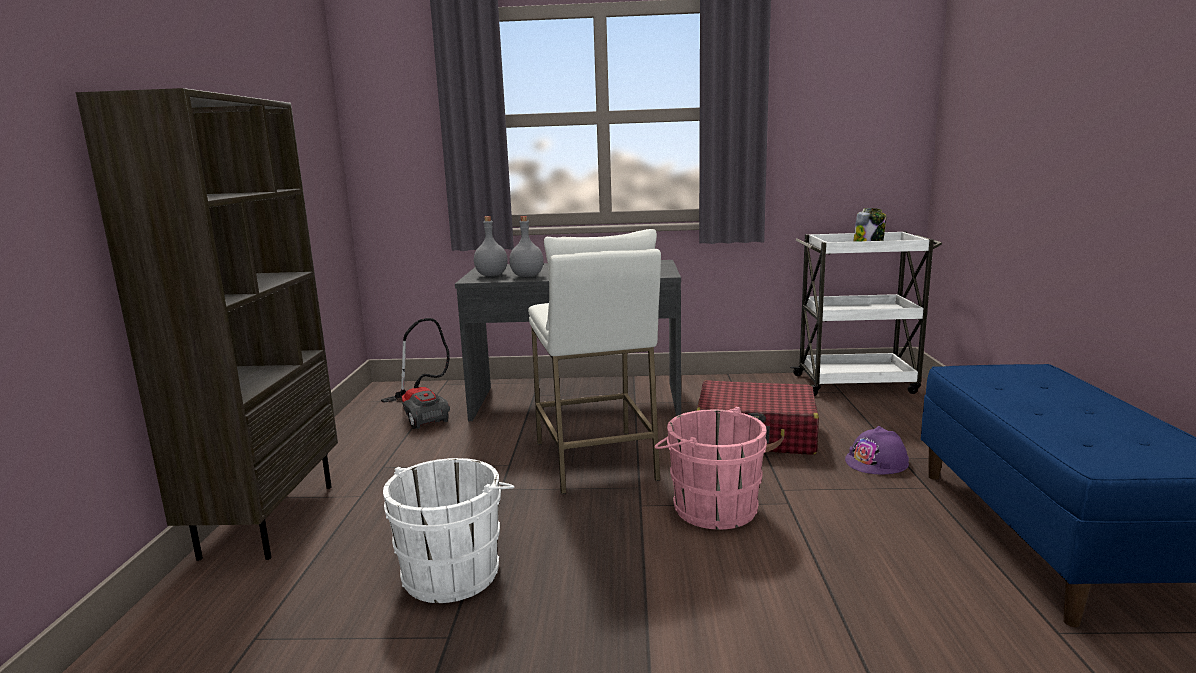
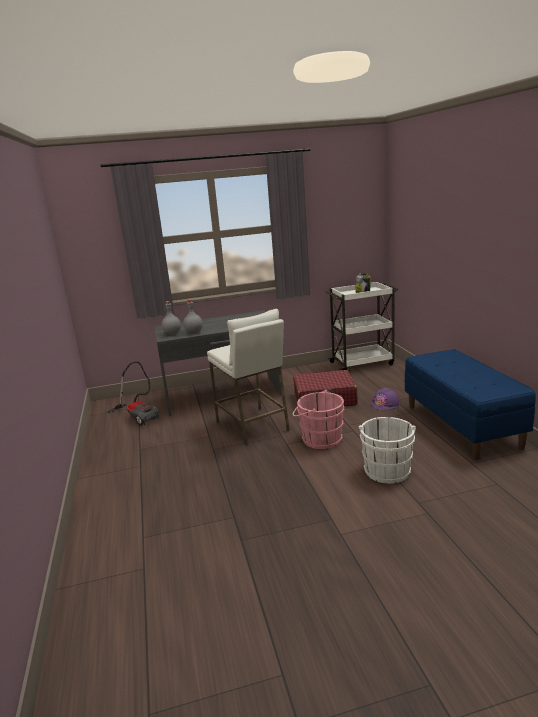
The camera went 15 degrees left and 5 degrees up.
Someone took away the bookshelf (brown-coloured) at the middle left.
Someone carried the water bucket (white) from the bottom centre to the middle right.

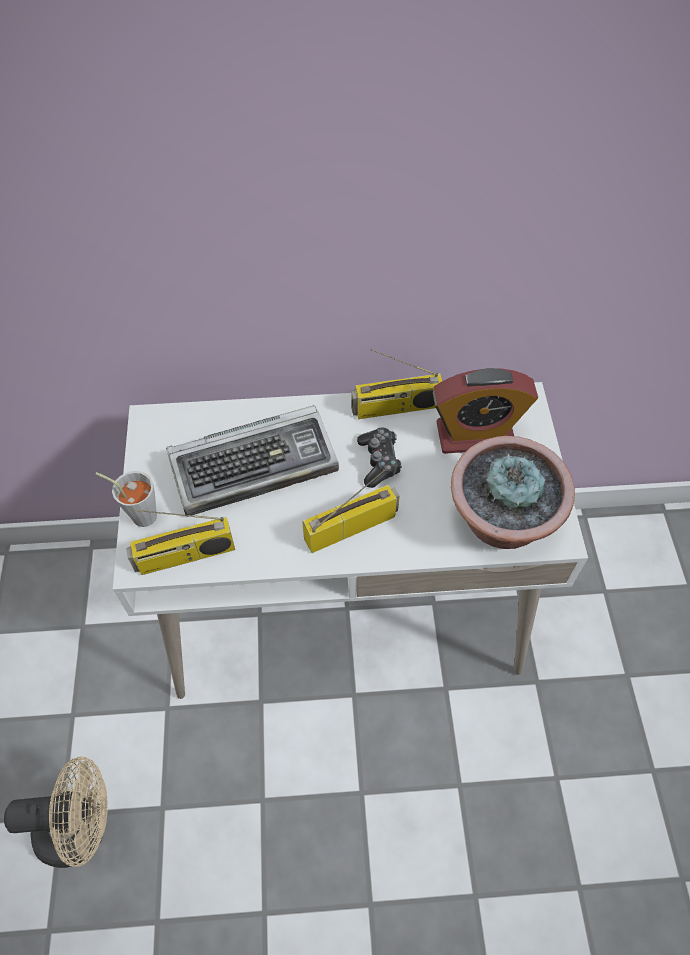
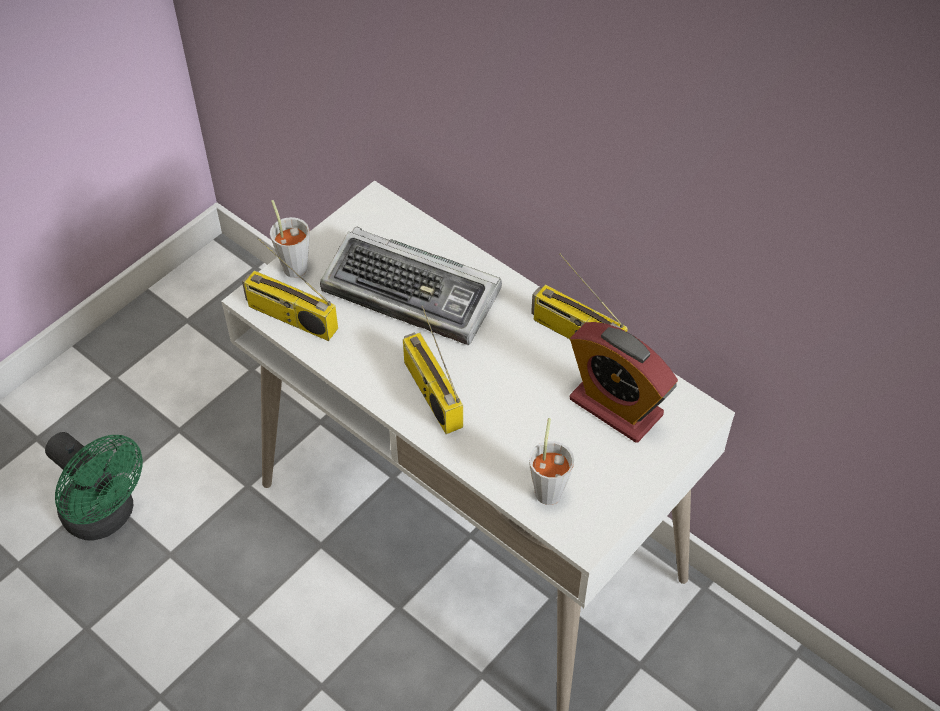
The camera went 45 degrees right and 5 degrees down.
Someone took away the gamepad at the centre.
Someone swapped the houseplant at the middle right for the cup (grey) (no. 2 from left) at the centre.
Someone rotated the radio (no. 2 from left) at the centre by 135 degrees counterclockwise.
Someone repainted the fan (beige-coloured) at the bottom left, which became the fan (green-coloured) at the bottom left.

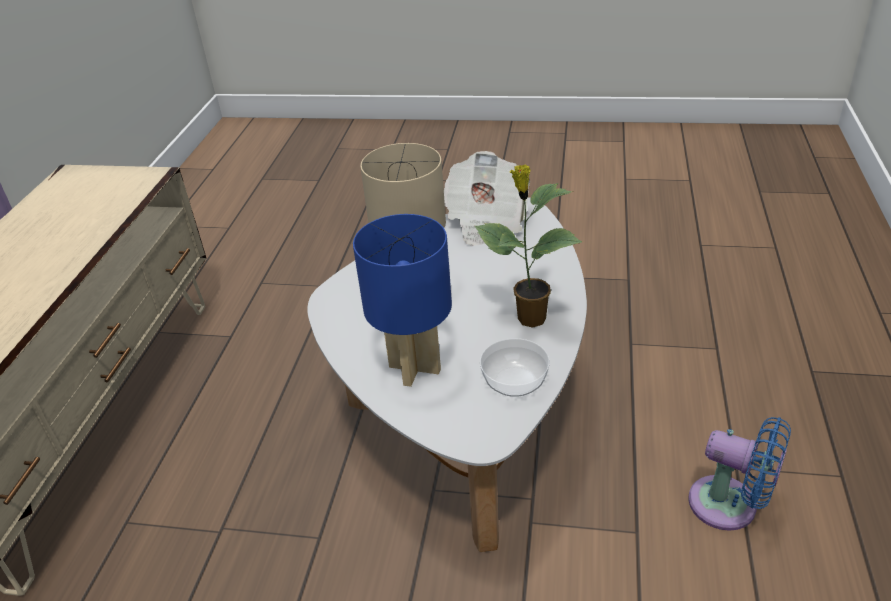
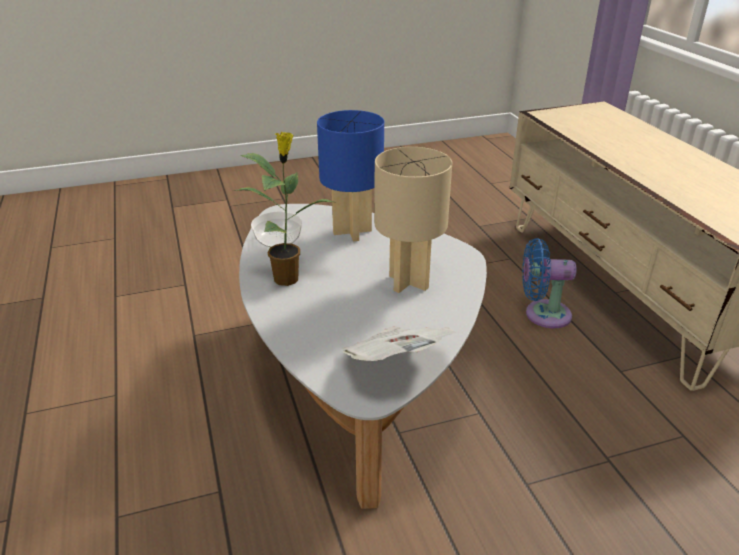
The camera went 150 degrees right and 5 degrees down.
Someone carried the fan (bluish) from the bottom right to the middle right.

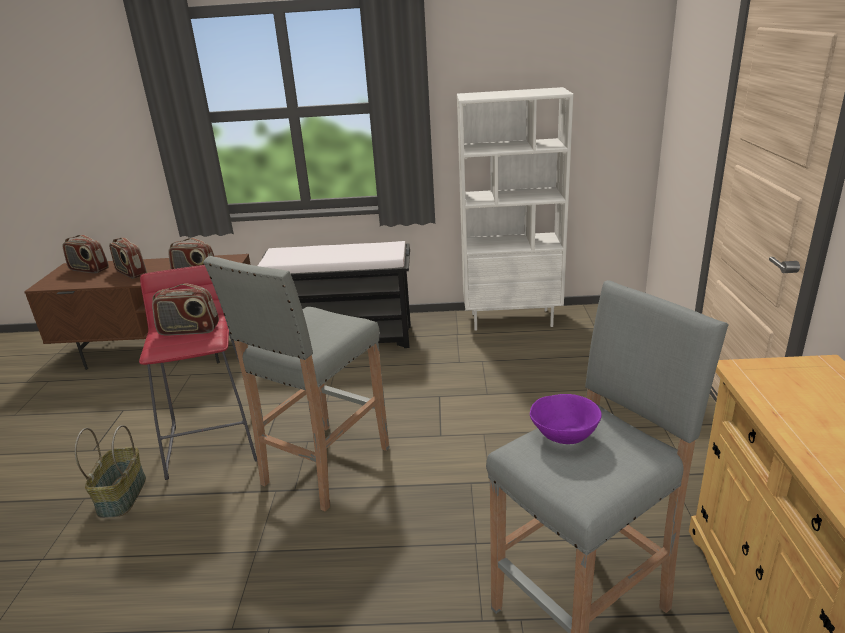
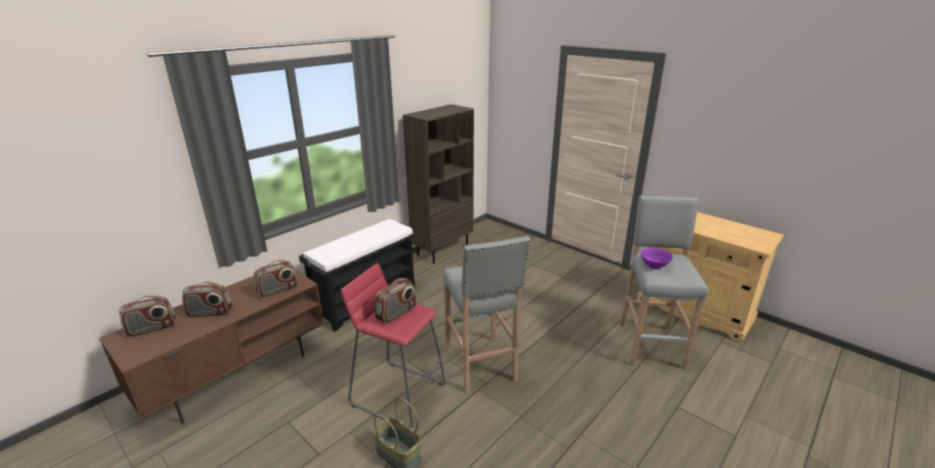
The camera went 50 degrees left and 0 degrees up.
Someone repainted the bookshelf (white) at the top centre, which became the bookshelf (brown-coloured) at the centre.

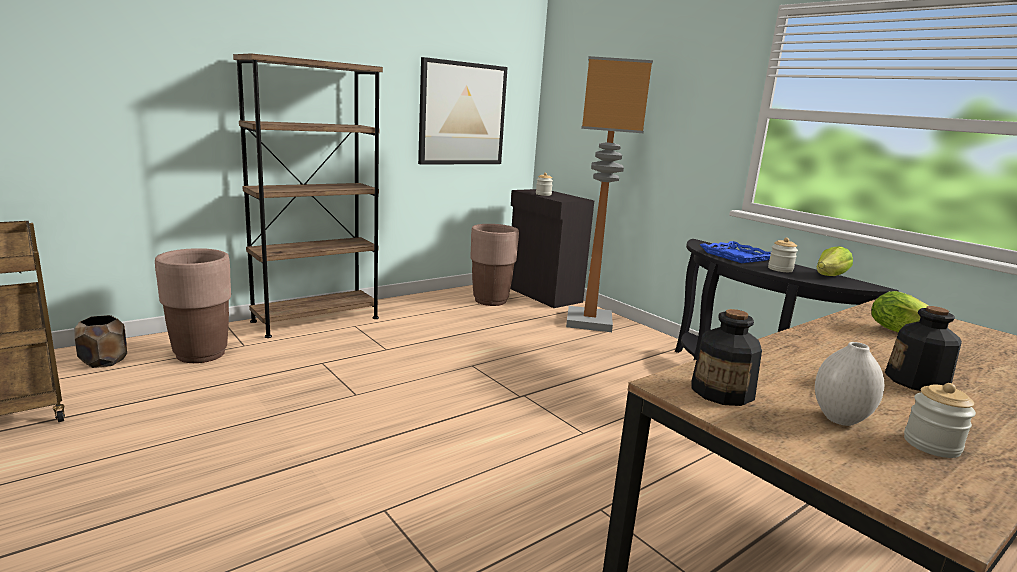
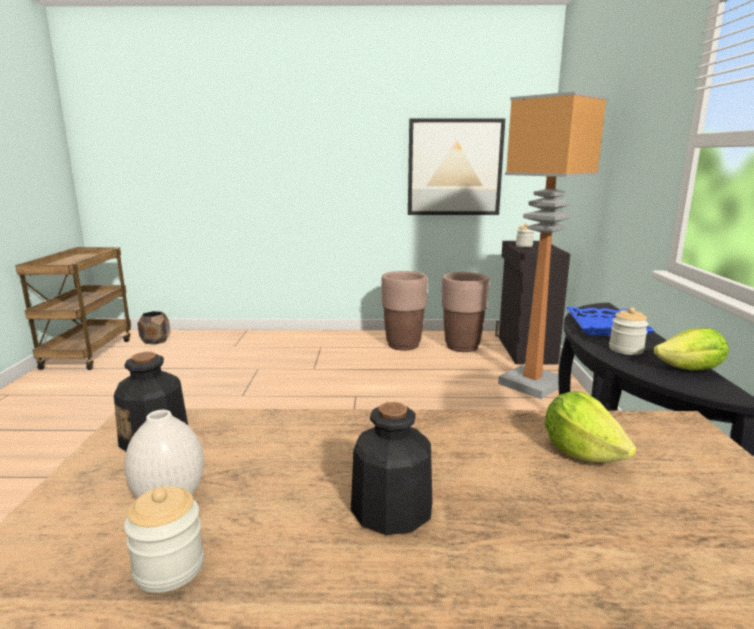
The camera went 40 degrees right and 0 degrees up.
Someone took away the bookshelf (brown-coloured) at the middle left.
Someone carried the planter (brown-coloured) (no. 2 from left) from the middle left to the centre.

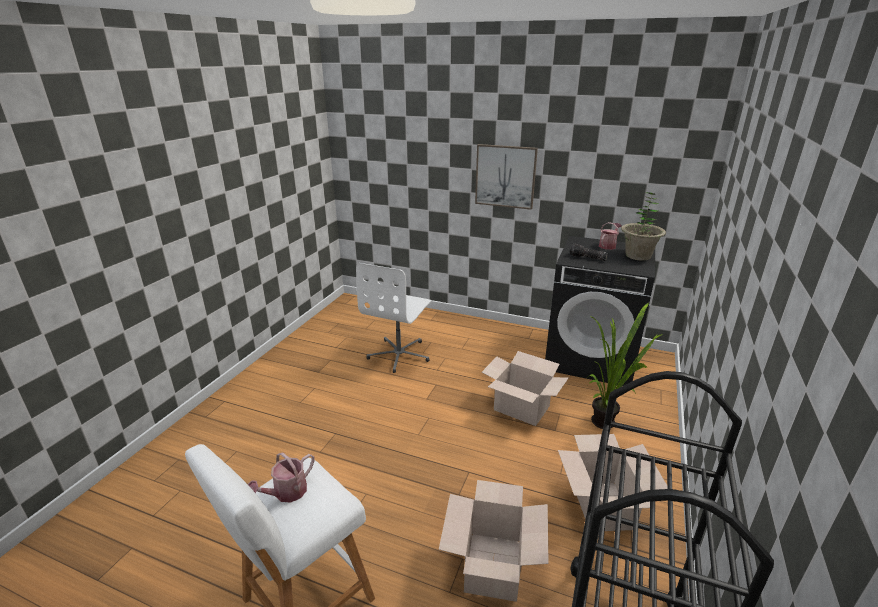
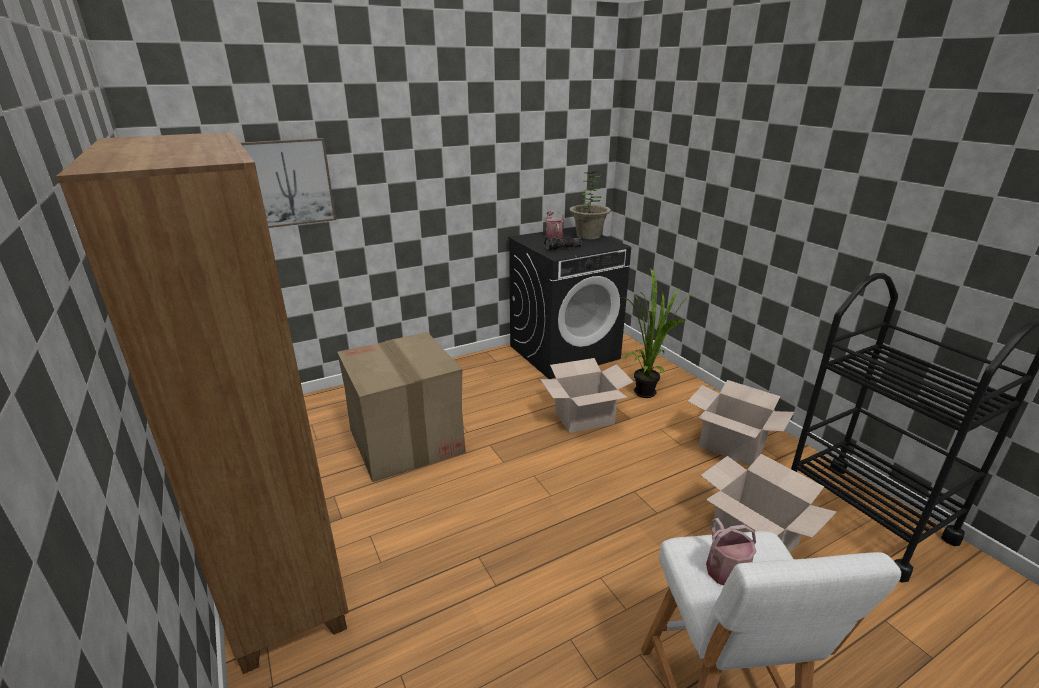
The camera went 50 degrees left and 0 degrees up.
Someone carried the wall picture from the top centre to the top left.
Someone swapped the desk chair (white) at the centre for the carton (no. 1 from left) at the centre.
Someone put down the bookshelf (brown-coloured) at the middle left.

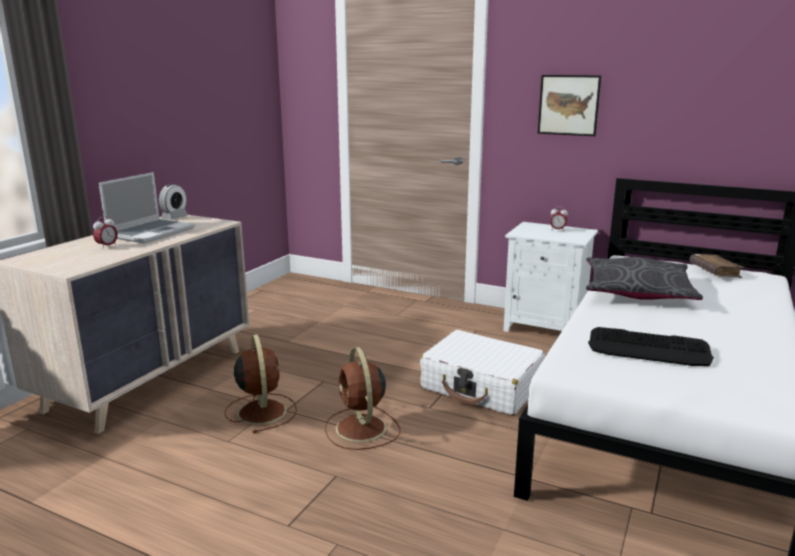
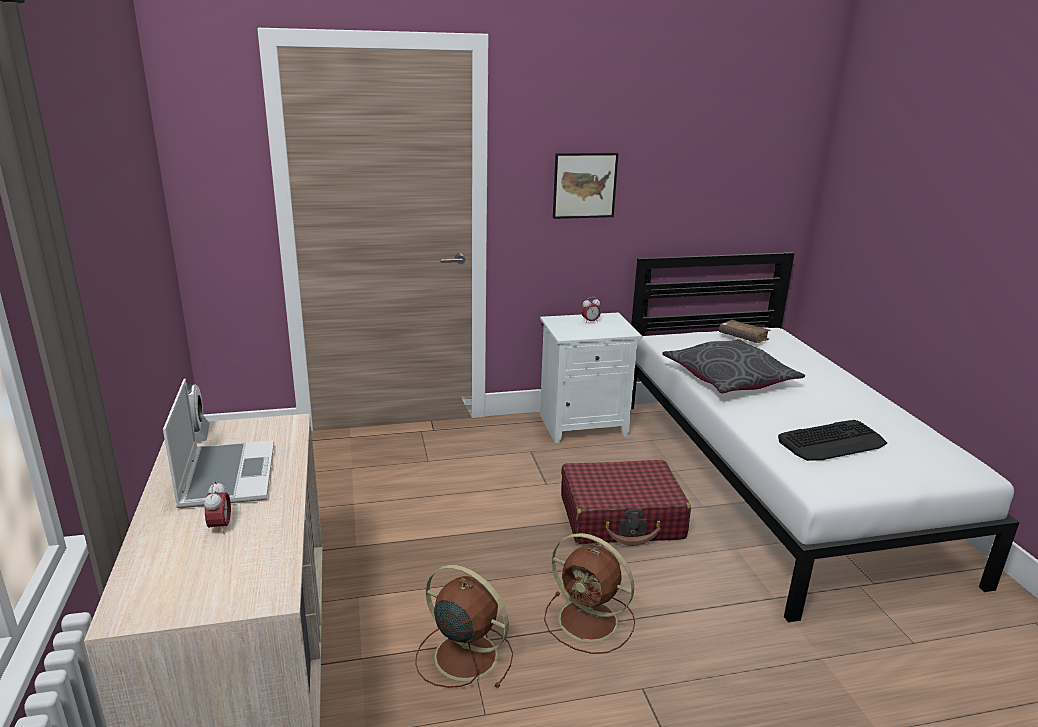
The camera went 40 degrees left and 5 degrees up.
Someone repainted the travel case (white) at the bottom centre, which became the travel case (reddish) at the bottom centre.

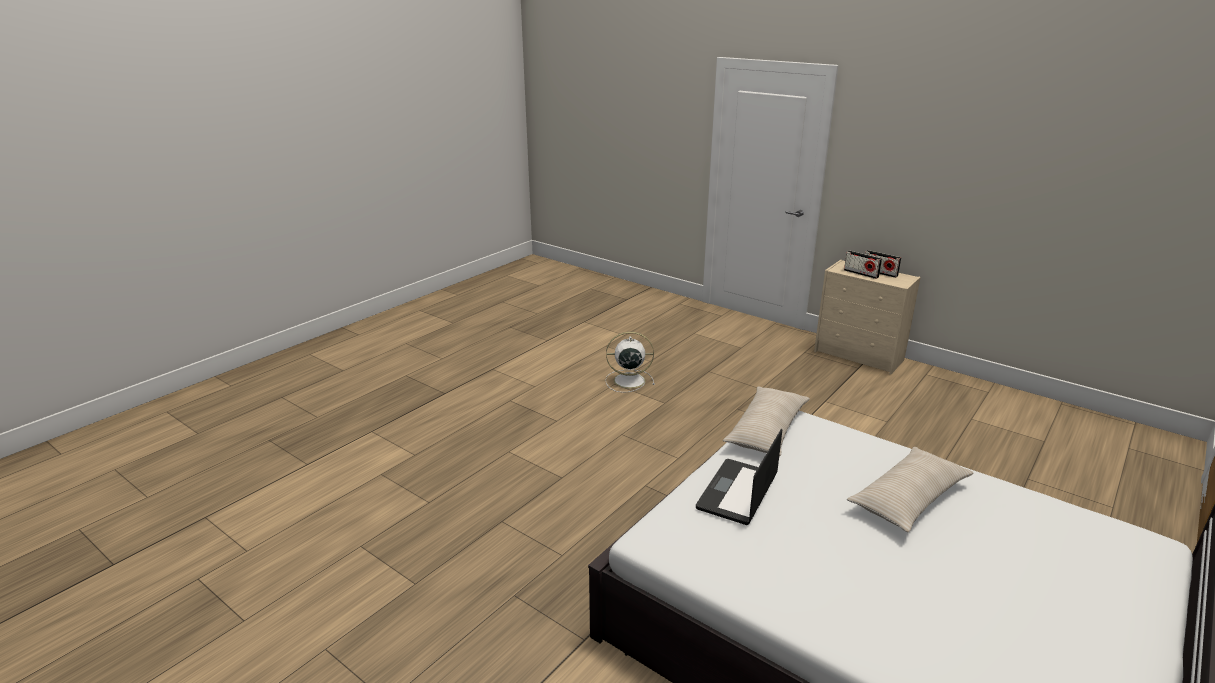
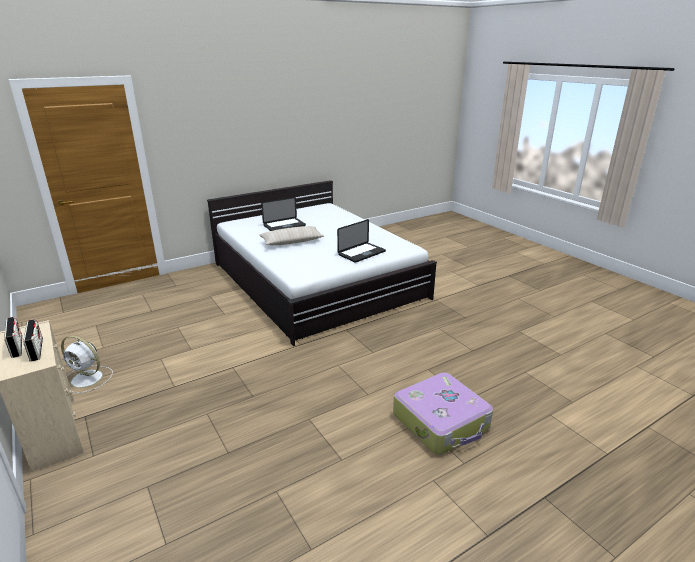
The camera went 160 degrees left and 0 degrees up.
Someone carried the fan (white) from the centre to the middle left.
Someone took away the throw pillow (beige-coloured) (no. 1 from left) at the centre.
Someone put down the notebook computer (no. 1 from left) at the centre.
Someone put down the travel case at the bottom centre.

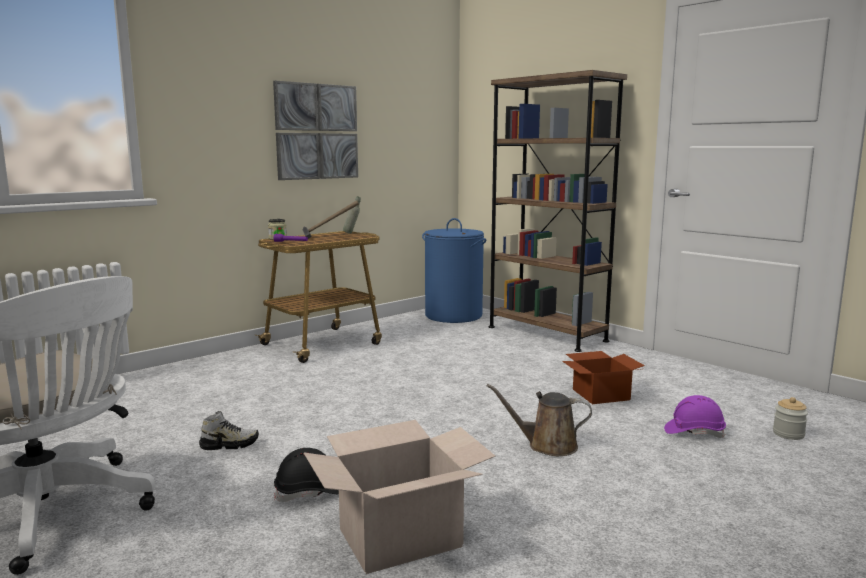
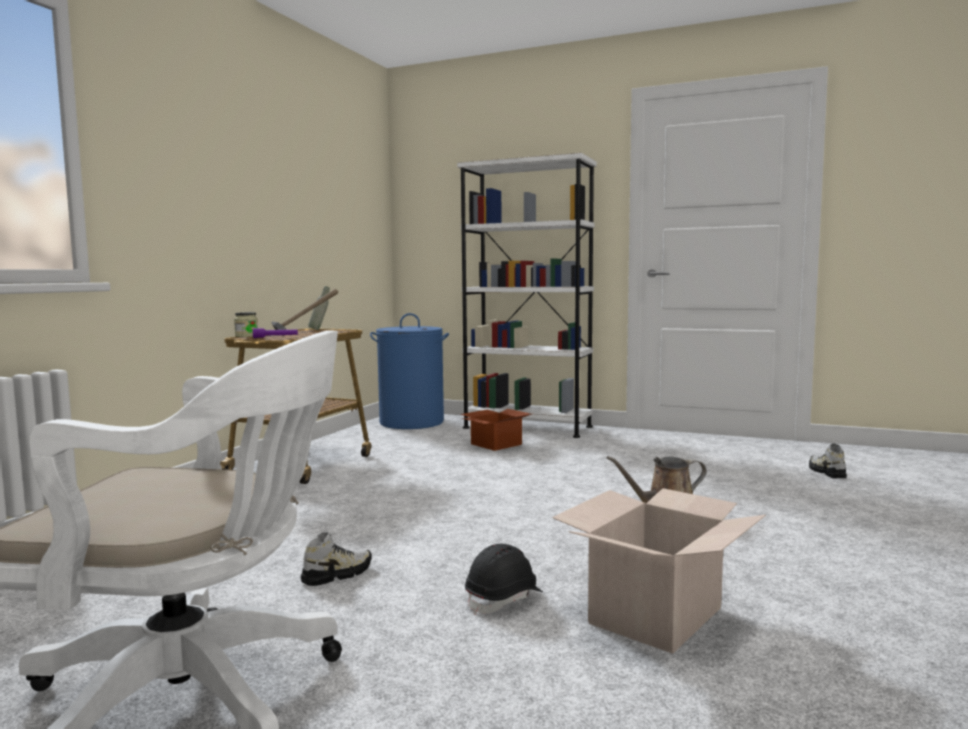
The camera went 25 degrees left and 5 degrees down.
Someone repainted the bookshelf (brown-coloured) at the centre, which became the bookshelf (white) at the centre.
Someone took away the wall picture at the top centre.
Someone carried the carton (no. 2 from left in the first image) from the middle right to the centre.
Someone took away the safety helmet (purple-coloured) at the bottom right.
Someone swapped the storage jar (no. 2 from left) at the bottom right for the shoe (no. 2 from left) at the middle right.

